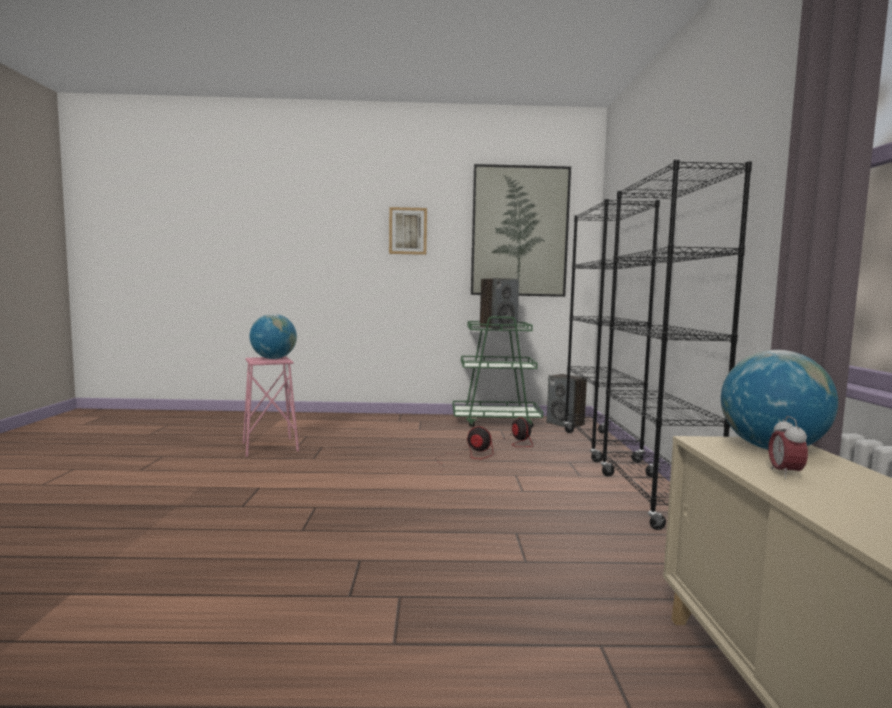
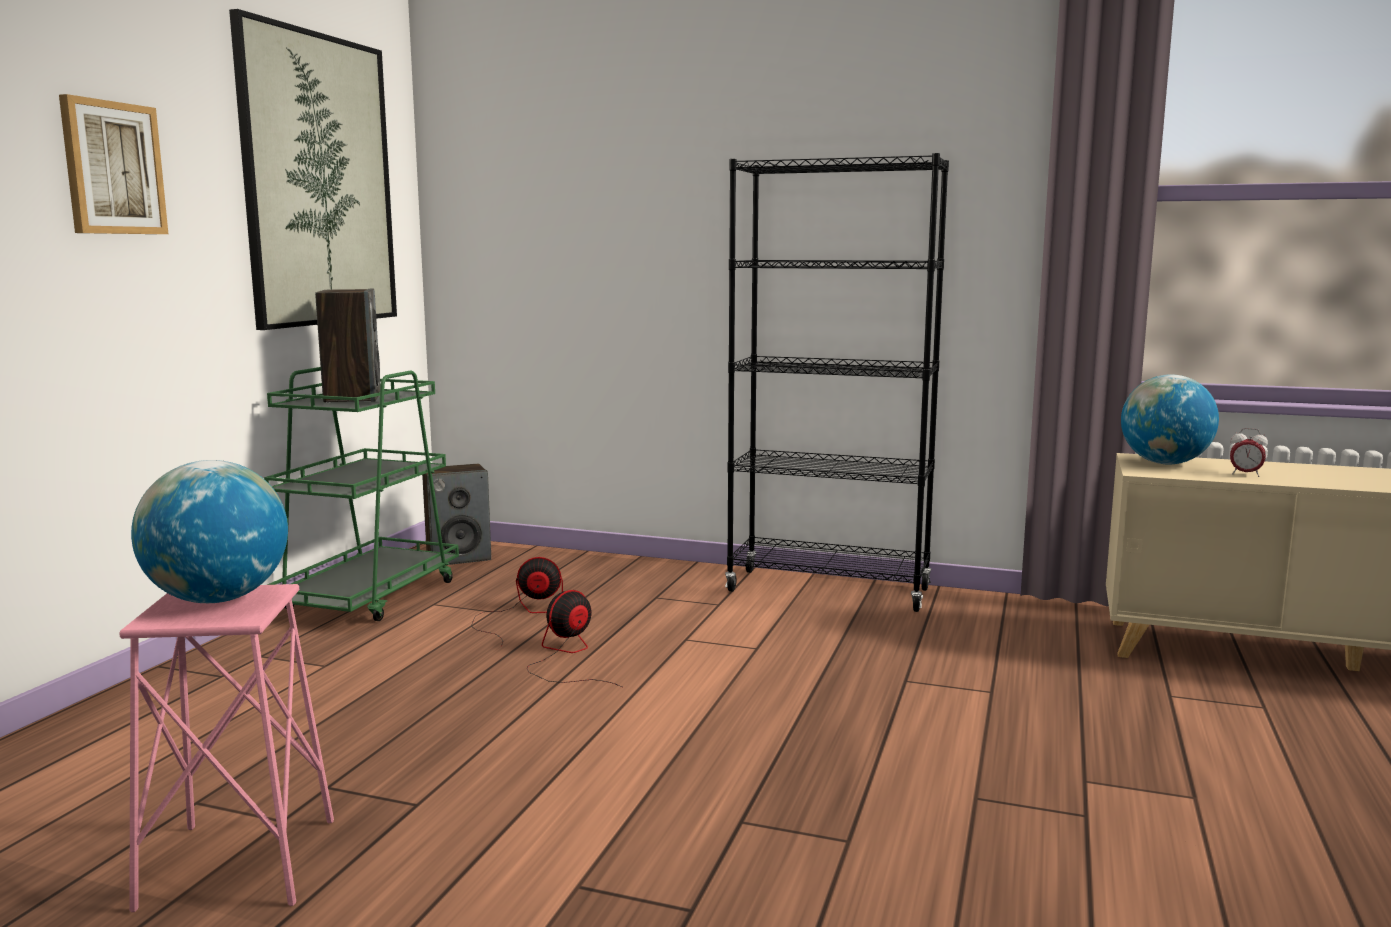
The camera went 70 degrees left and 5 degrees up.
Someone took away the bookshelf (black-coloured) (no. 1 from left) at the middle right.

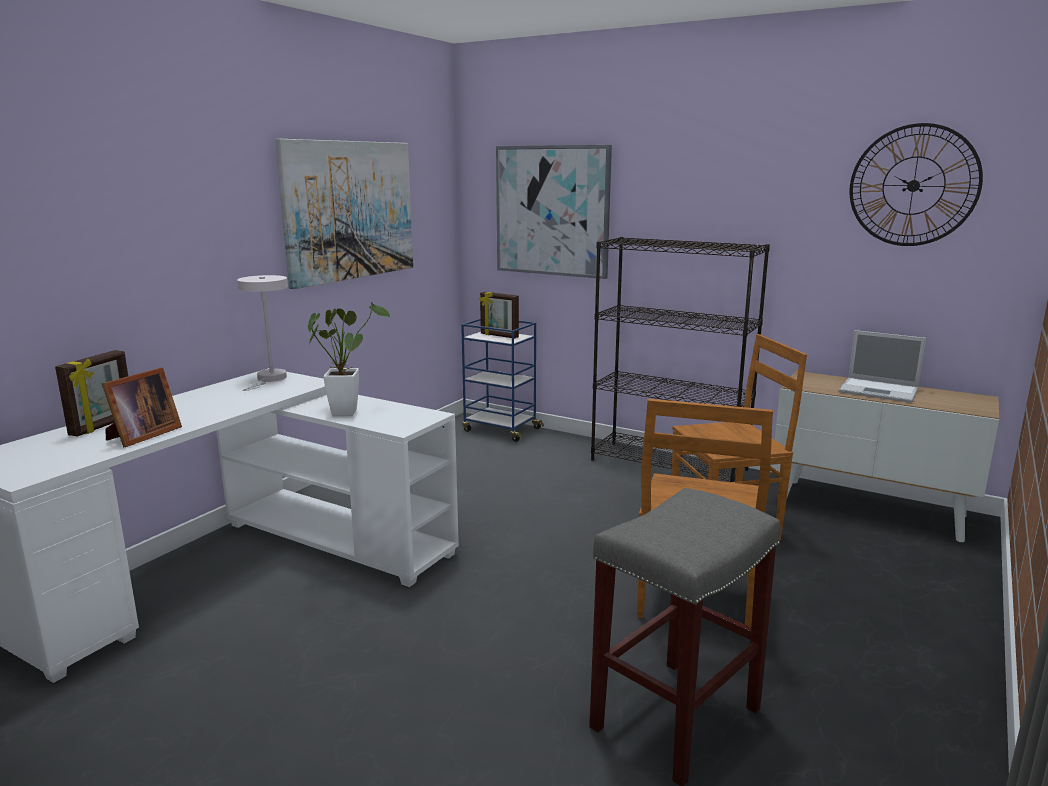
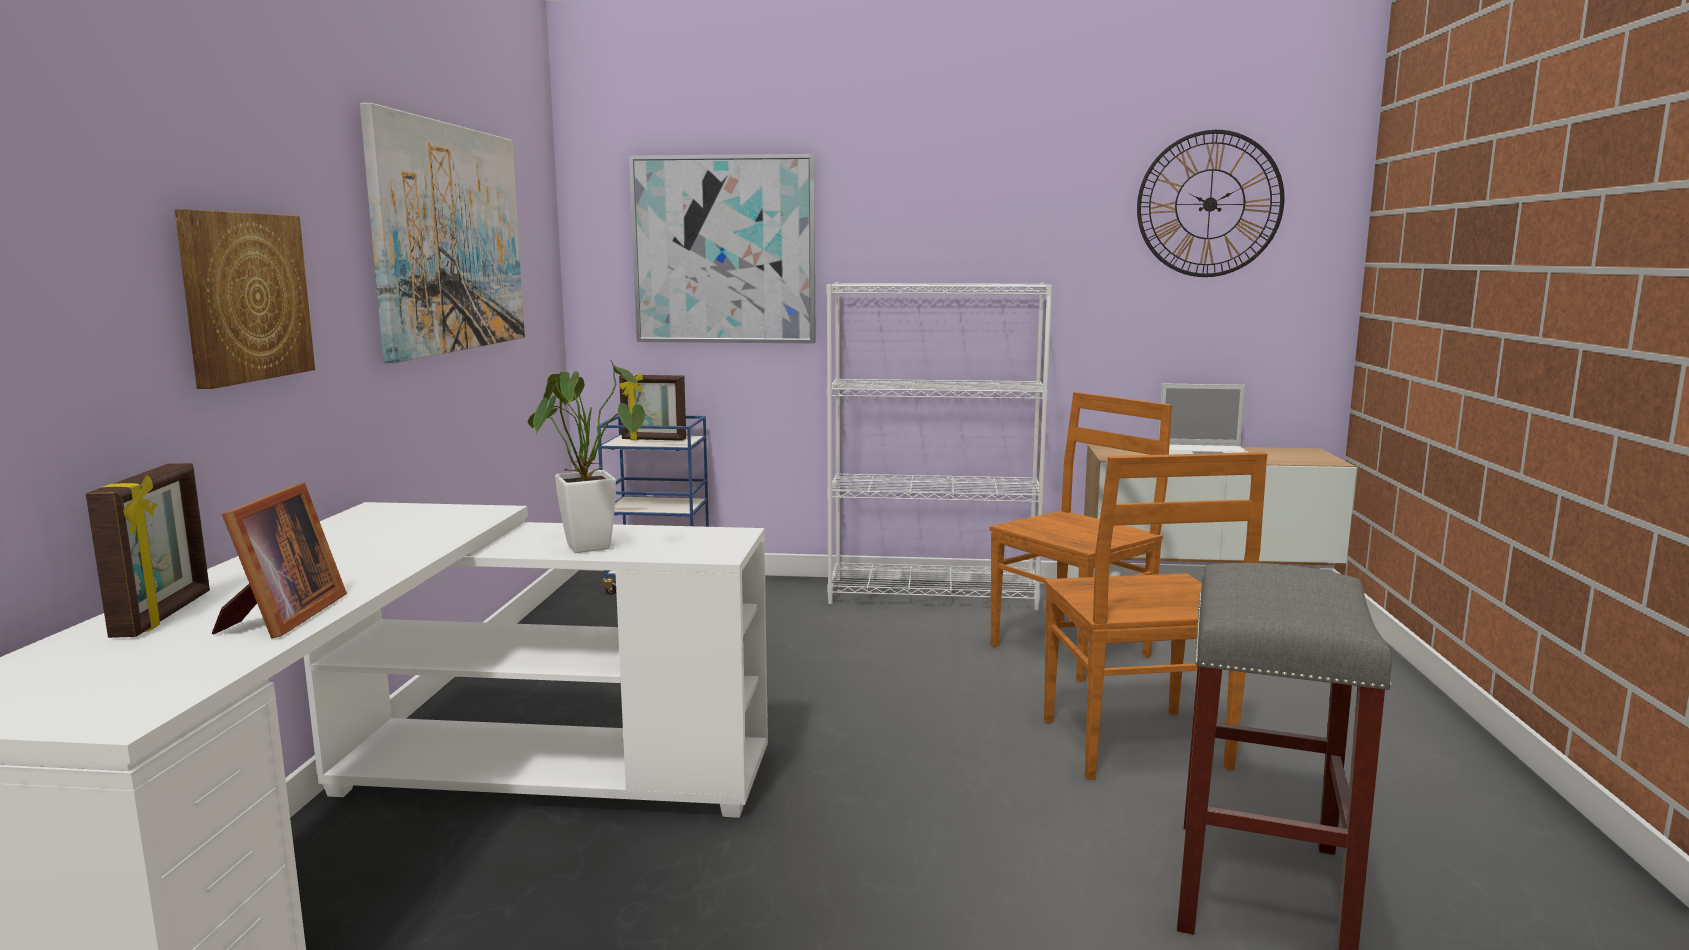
The camera went 25 degrees left and 5 degrees down.
Someone repainted the bookshelf (black-coloured) at the centre, which became the bookshelf (white) at the centre.
Someone took away the tabletop lamp (white) at the middle left.
Someone put up the wall picture (no. 1 from left) at the top left.

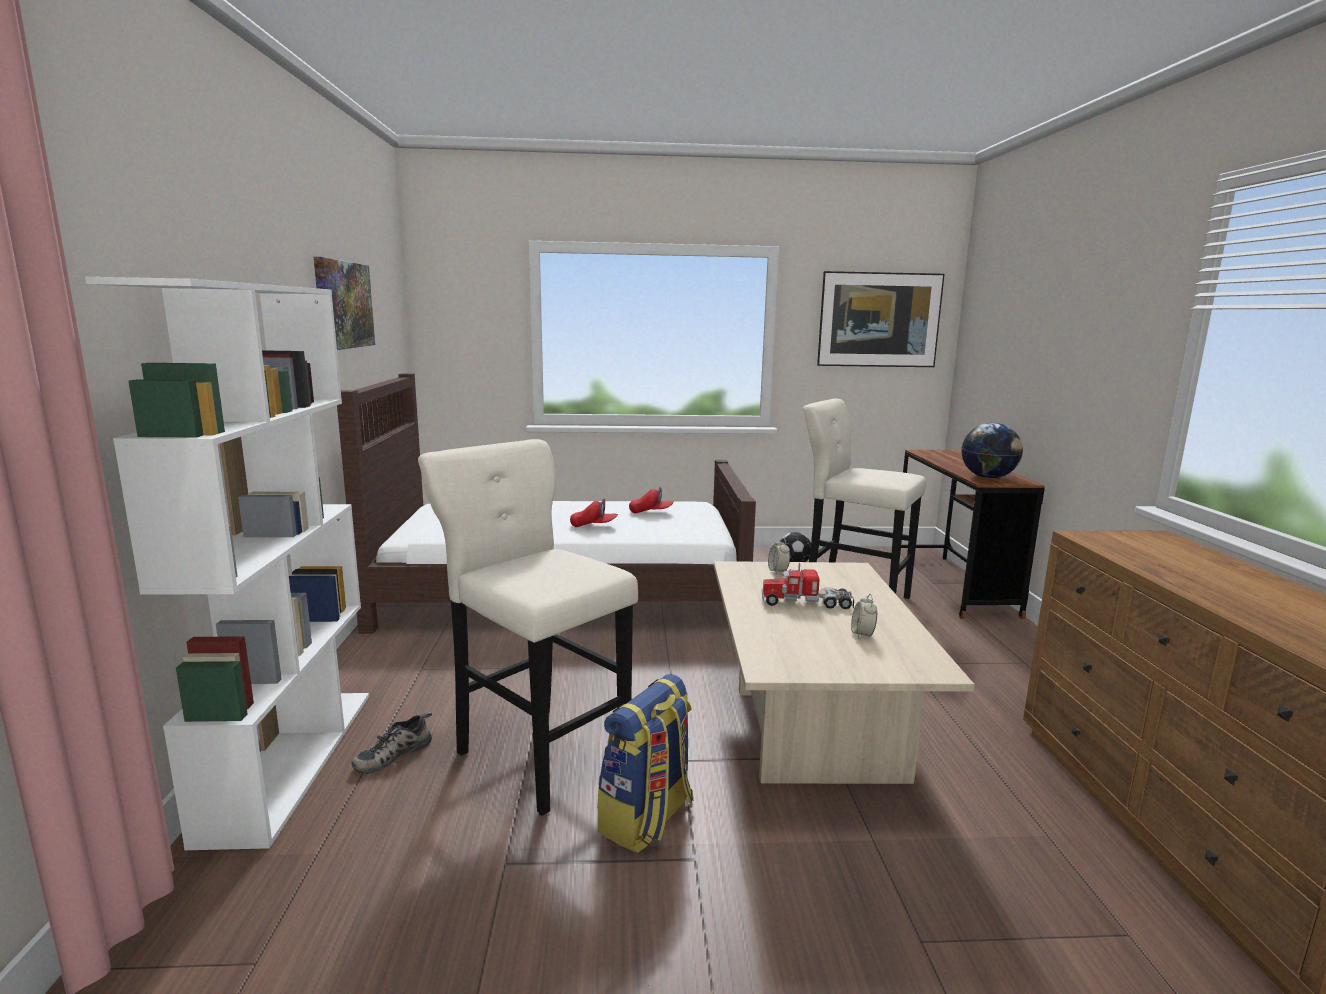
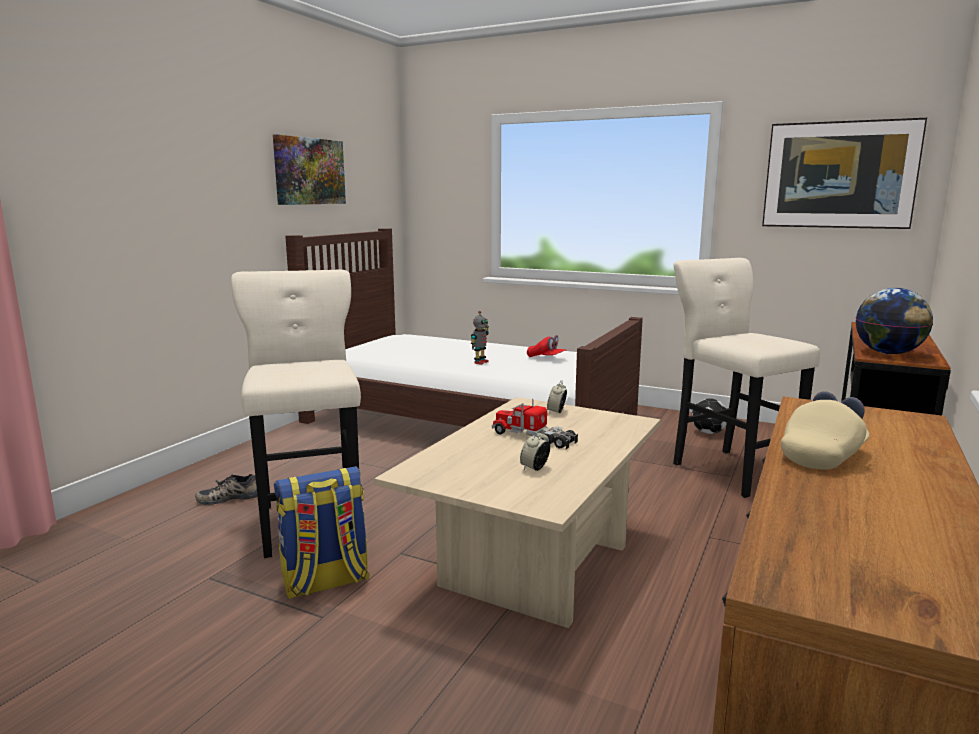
The camera went 30 degrees right and 0 degrees up.
Someone took away the bookshelf (white) at the middle left.
Someone swapped the baseball cap (reddish) (no. 1 from left) at the centre for the toy robot at the centre.
Someone put down the baseball cap (beige-coloured) at the middle right.

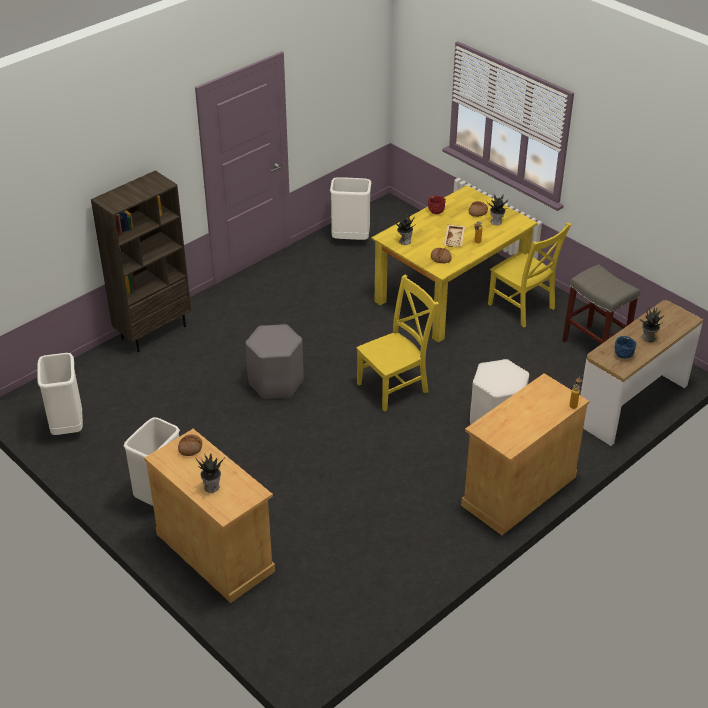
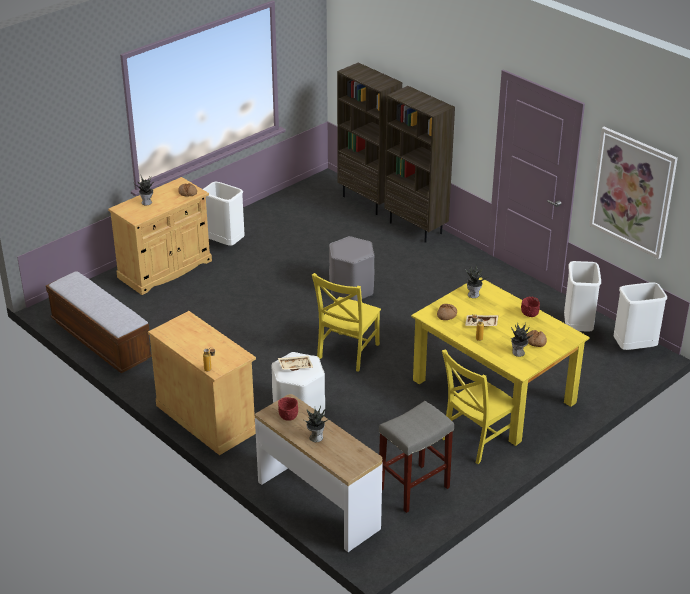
The camera went 90 degrees right and 5 degrees down.
Someone rotated the plain chair (yellow) (no. 1 from left) at the centre by 60 degrees clockwise.
Someone repainted the deep dish (bluish) at the middle right, which became the deep dish (reddish) (no. 1 from left) at the bottom centre.
Someone carried the waste bin (white) (no. 1 from left in the first image) from the middle left to the middle right.
Someone put down the bookshelf (brown-coloured) (no. 1 from left) at the top centre.
Someone put up the wall picture at the top right.
Someone put down the indoor bench at the middle left.
Someone put down the serving tray (beige-coloured) (no. 1 from left) at the centre.

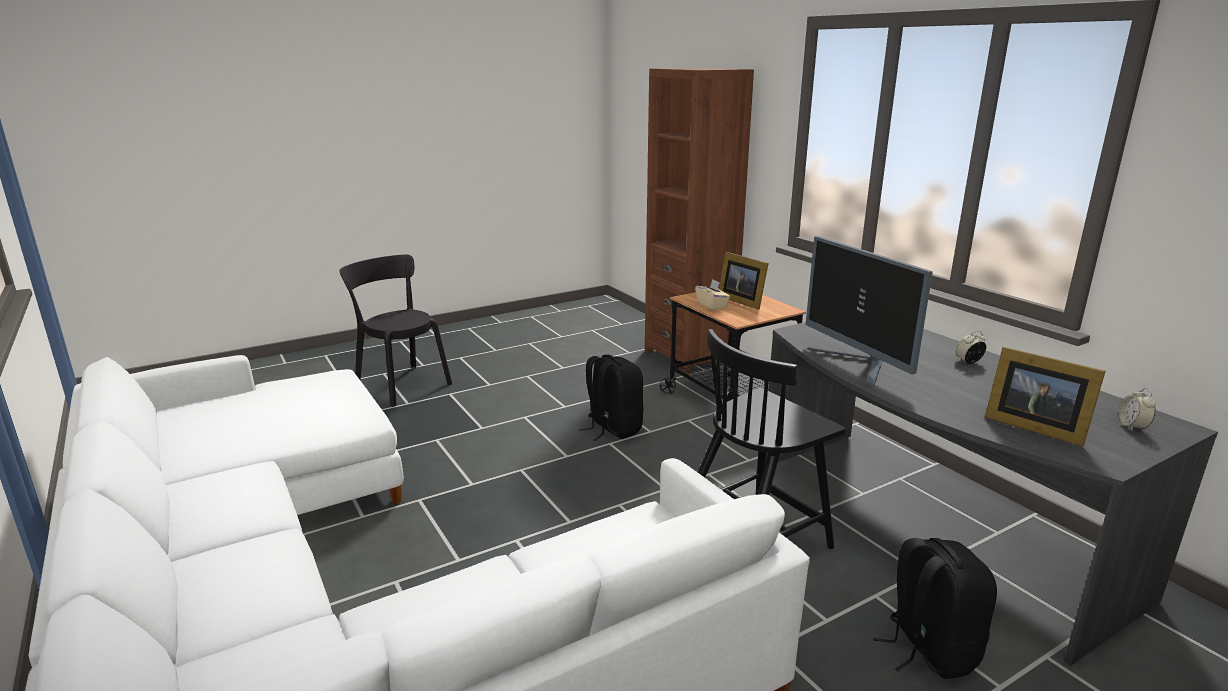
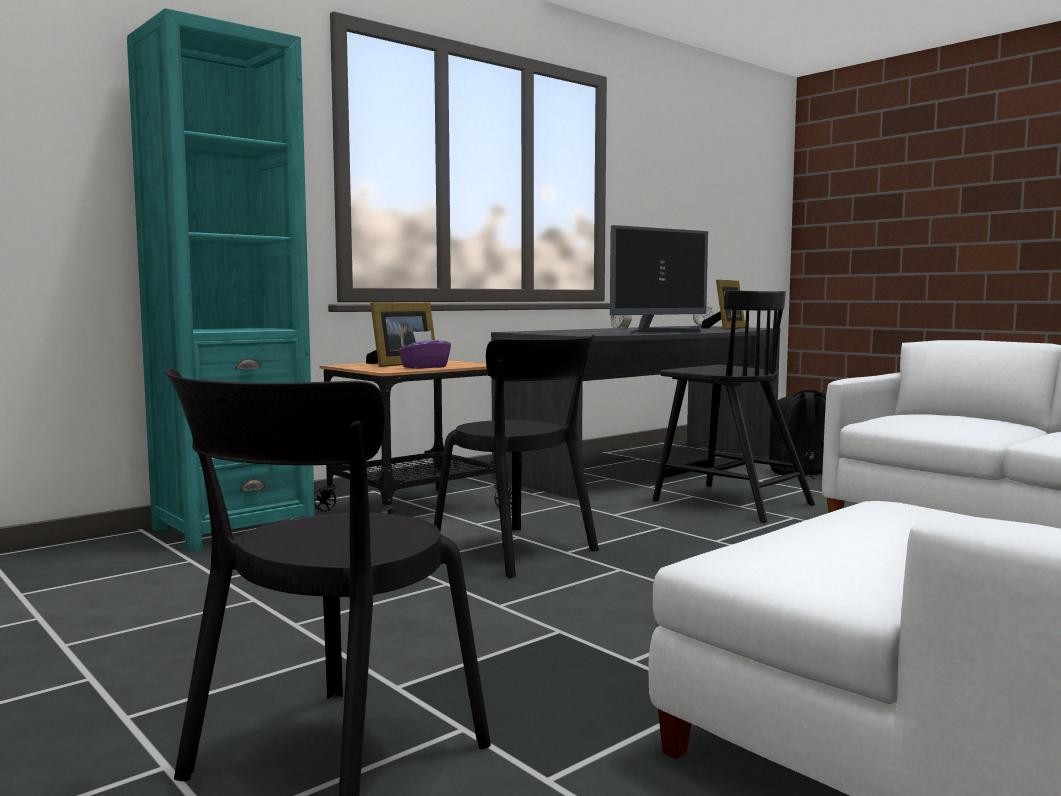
The camera went 100 degrees left and 15 degrees down.
Someone repainted the bookshelf (brown-coloured) at the top centre, which became the bookshelf (blue-green) at the middle left.
Someone repainted the tissue holder (beige-coloured) at the centre, which became the tissue holder (purple-coloured) at the centre.
Someone swapped the backpack (black-coloured) (no. 1 from left) at the centre for the plain chair (black-coloured) (no. 2 from left) at the centre.

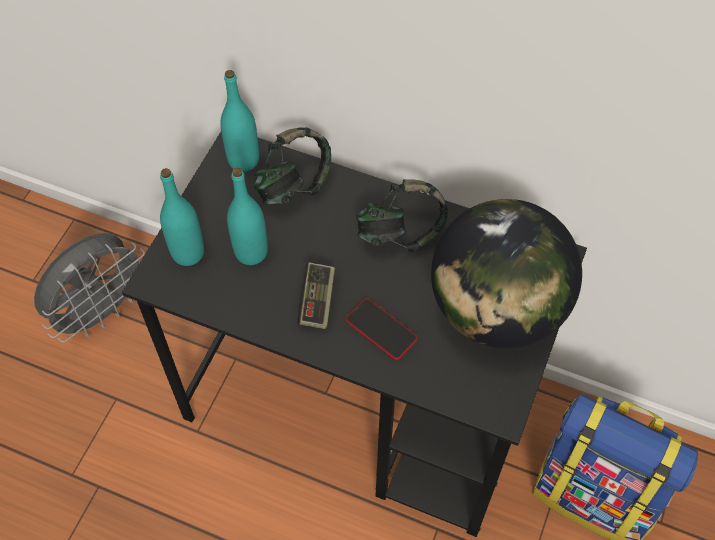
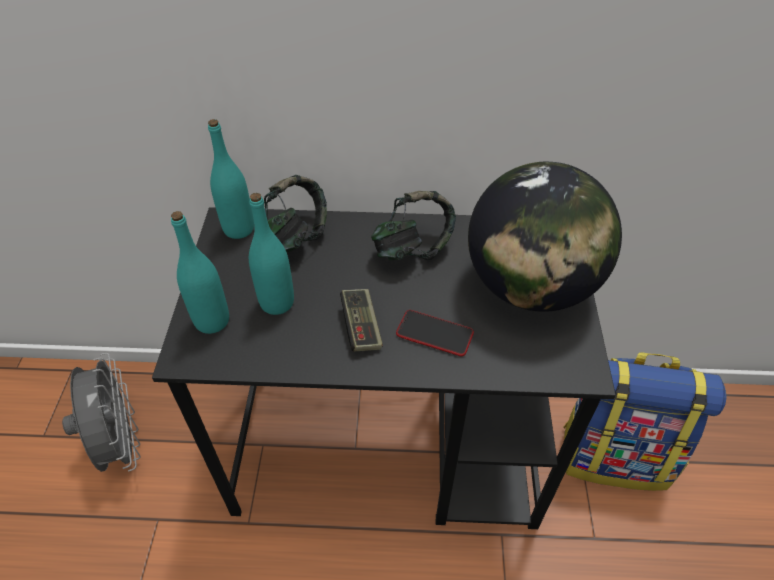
The camera went 20 degrees left and 10 degrees down.
Someone rotated the fan (grey) at the middle left by 45 degrees counterclockwise.

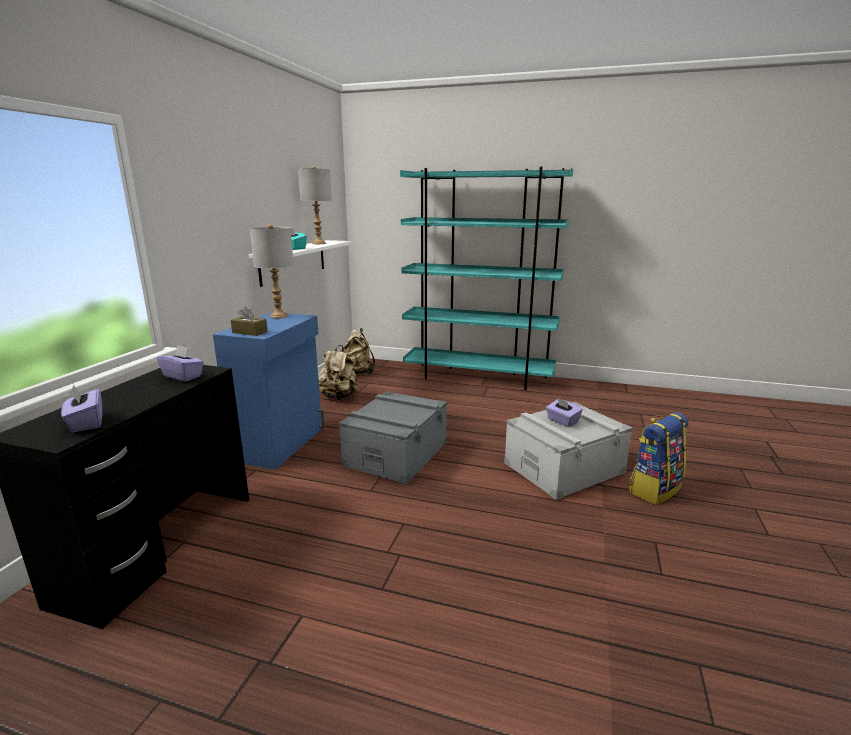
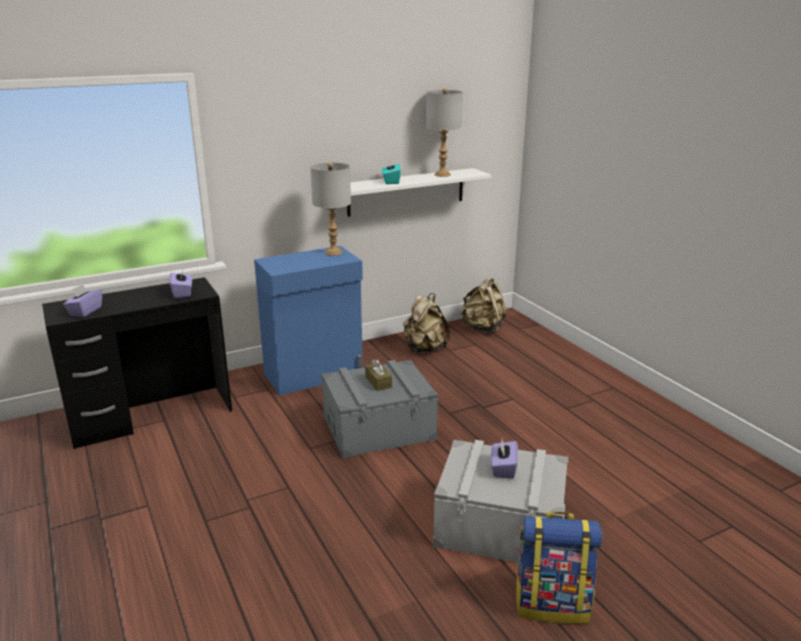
The camera went 45 degrees right and 5 degrees up.
Someone took away the bookshelf (blue-green) at the centre.
Someone carried the tissue holder (brown-coloured) from the middle left to the centre.

